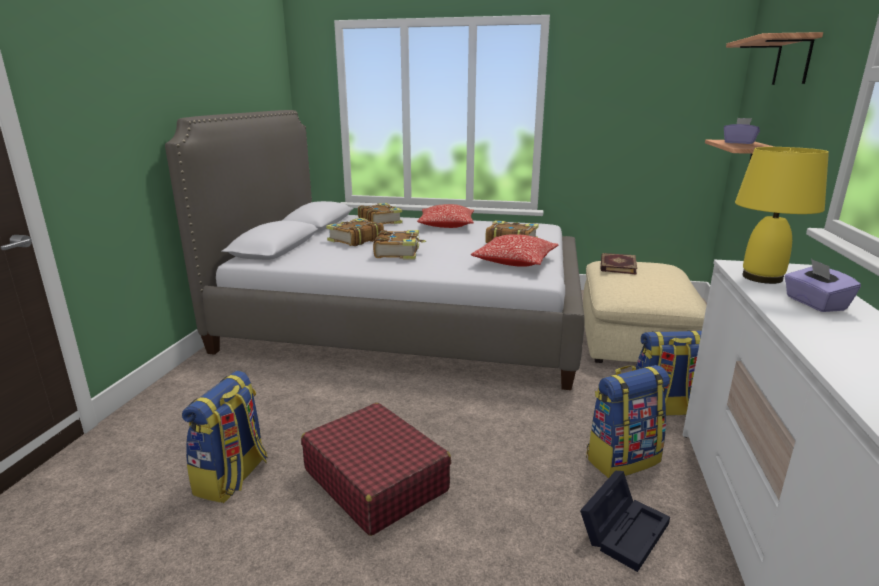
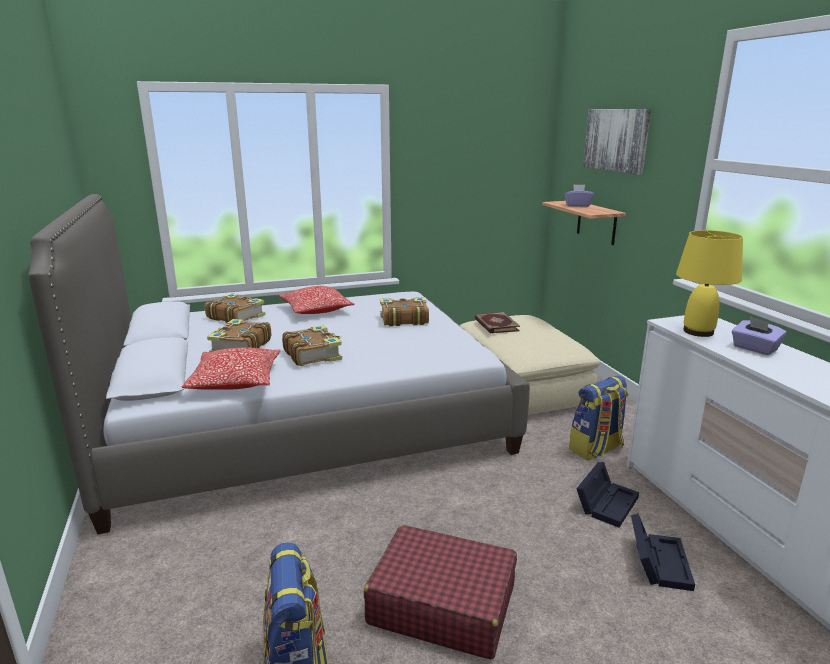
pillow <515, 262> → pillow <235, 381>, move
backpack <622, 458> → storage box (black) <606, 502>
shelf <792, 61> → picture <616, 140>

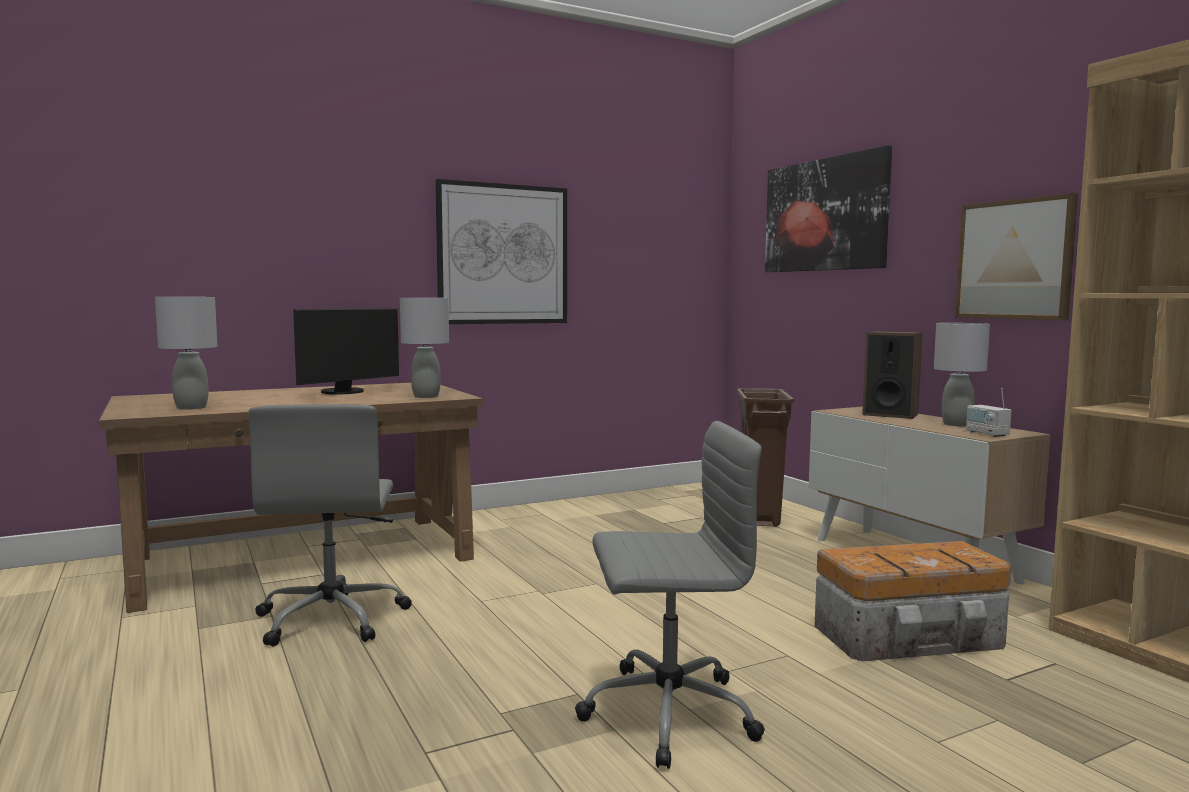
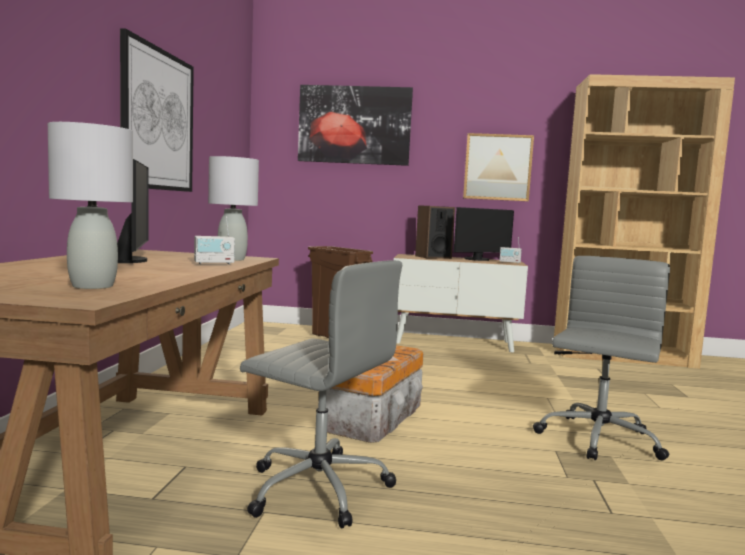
storage box <912, 637> → storage box <374, 416>, move
table lamp (grey) <957, 424> → monitor <478, 259>
- → radio <214, 263>

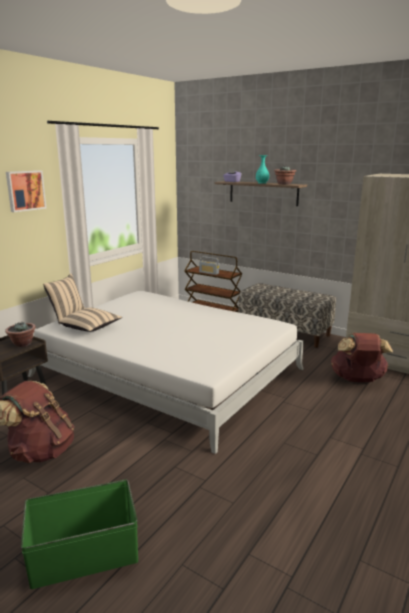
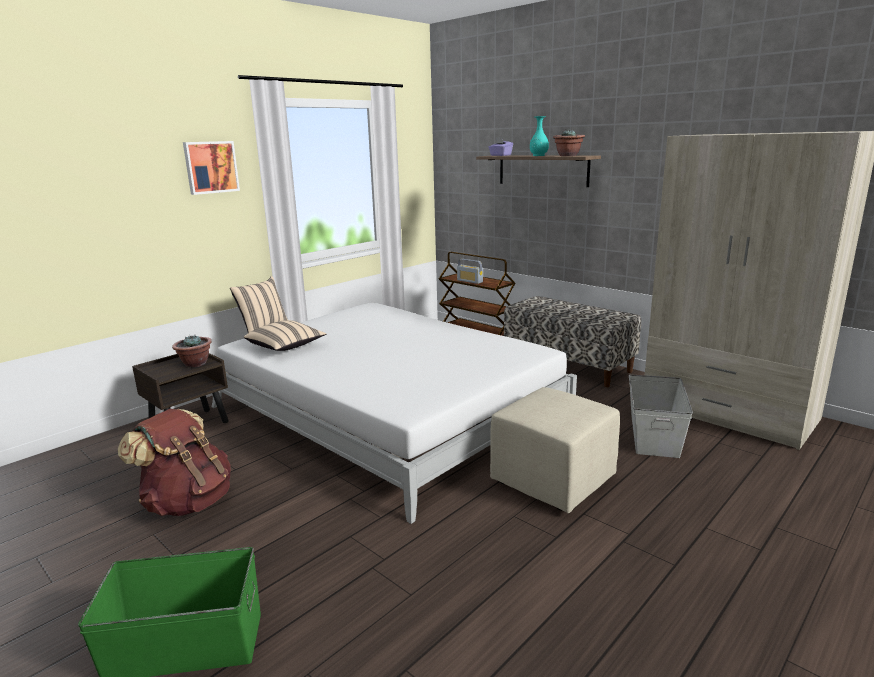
backpack (brown) <357, 380> → storage box (grey) <653, 435>
- → ottoman (beige) <553, 479>

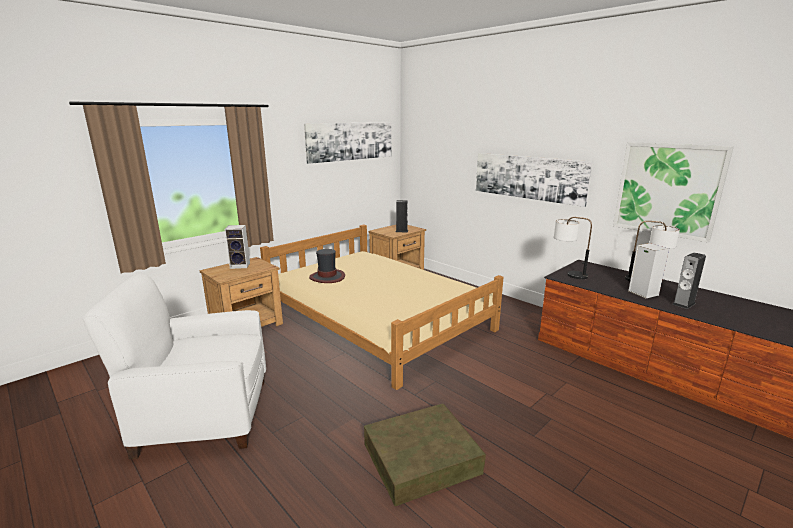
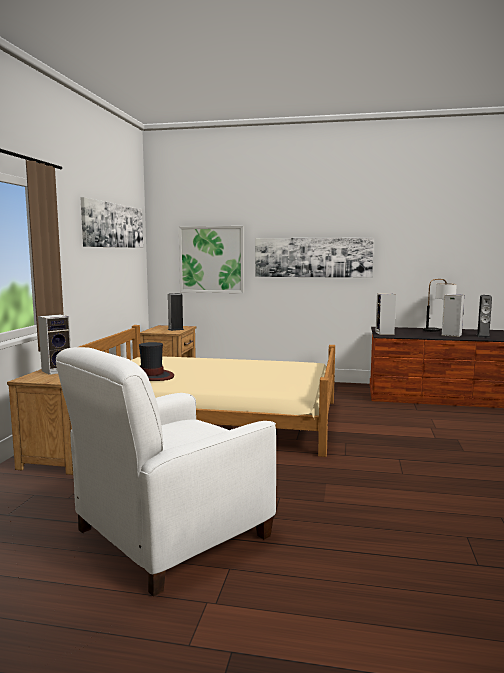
storage box (brown) <421, 458> → -
table lamp <567, 274> → speaker <385, 333>
picture <667, 190> → picture <211, 259>, move

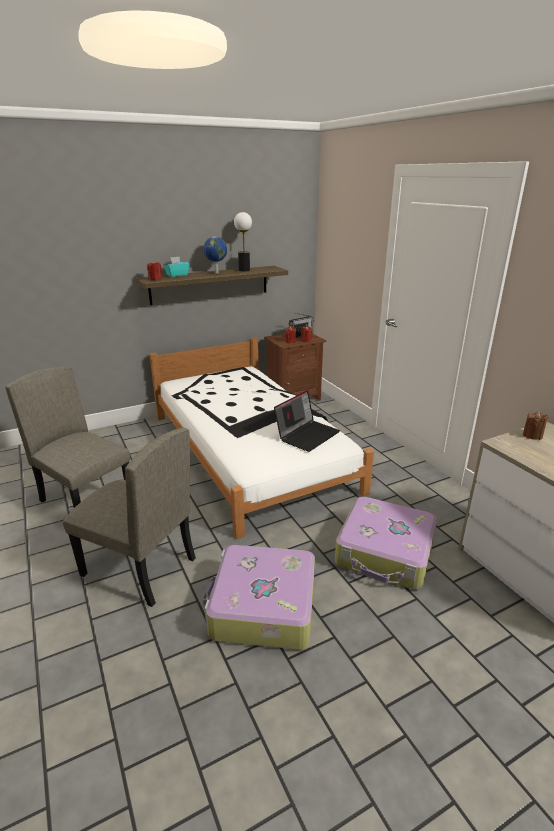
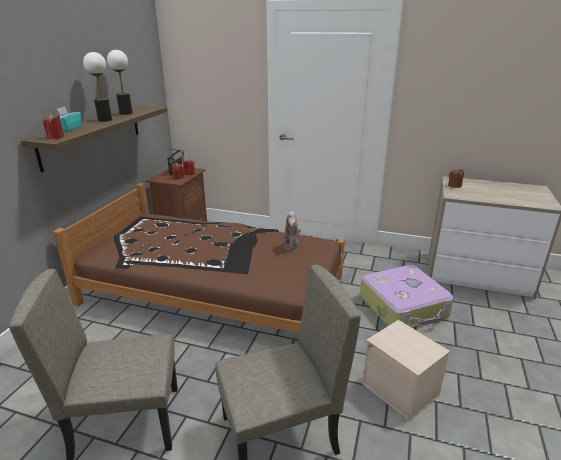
bed (white) <249, 451> → bed (brown) <214, 290>
globe <216, 273> → table lamp <105, 120>
suitcase <262, 607> → storage box (beige) <401, 389>
laptop <307, 435> → plush toy <292, 247>

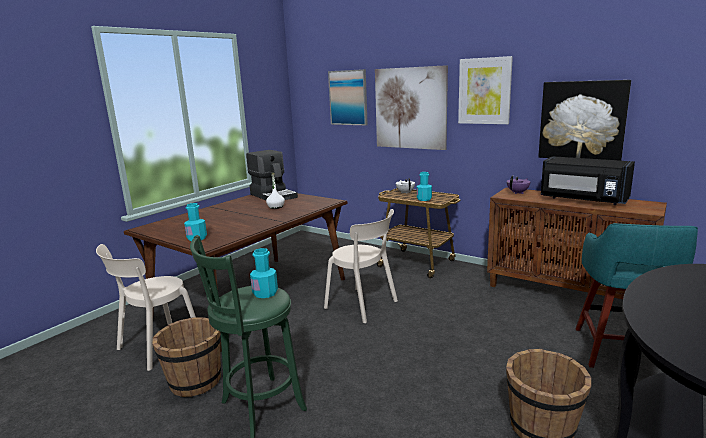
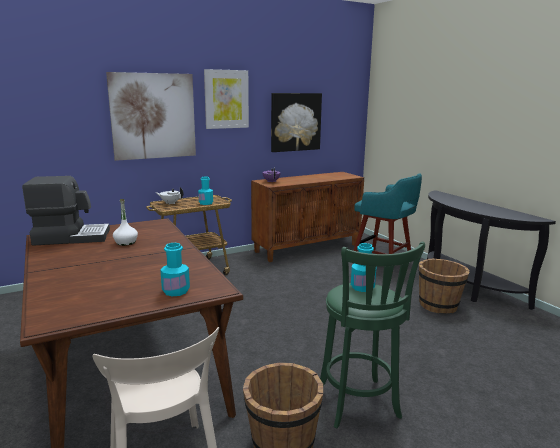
chair (beige) <363, 305> → -
picture <348, 97> → -
microwave (black) <582, 200> → -

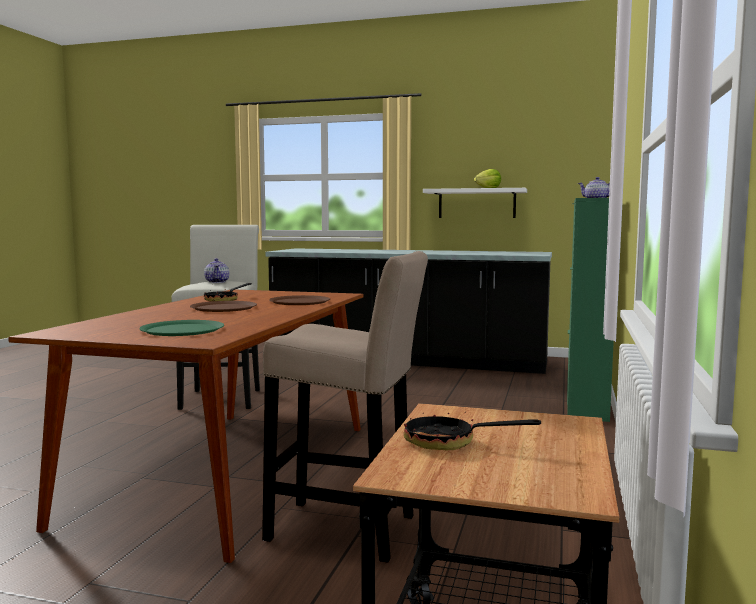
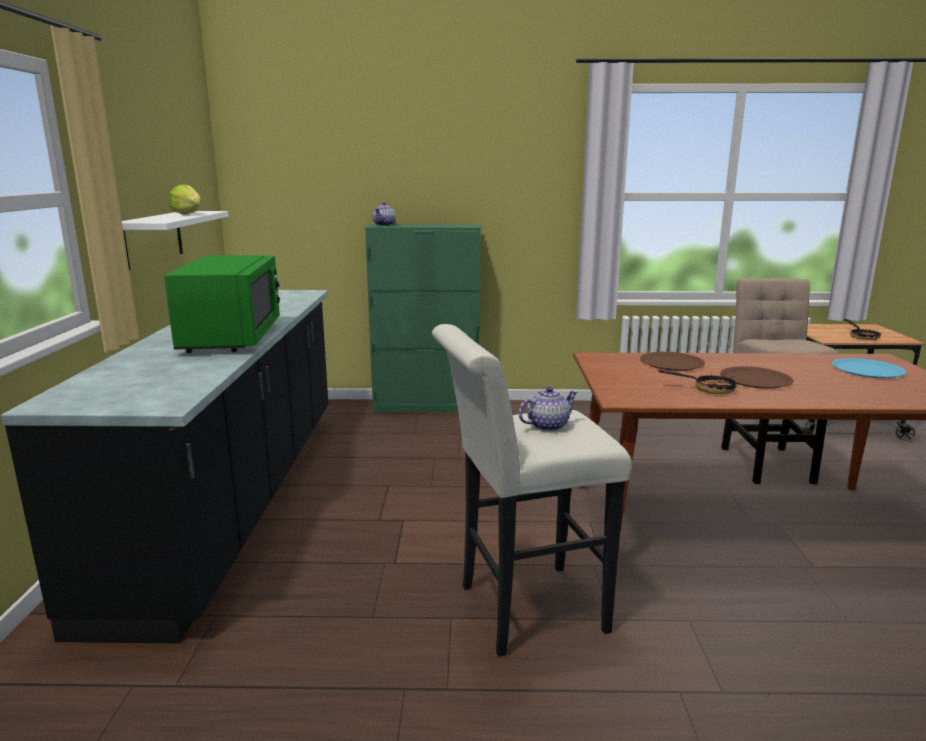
plate (green) <182, 330> → plate (blue) <867, 370>
- → microwave (green) <231, 337>

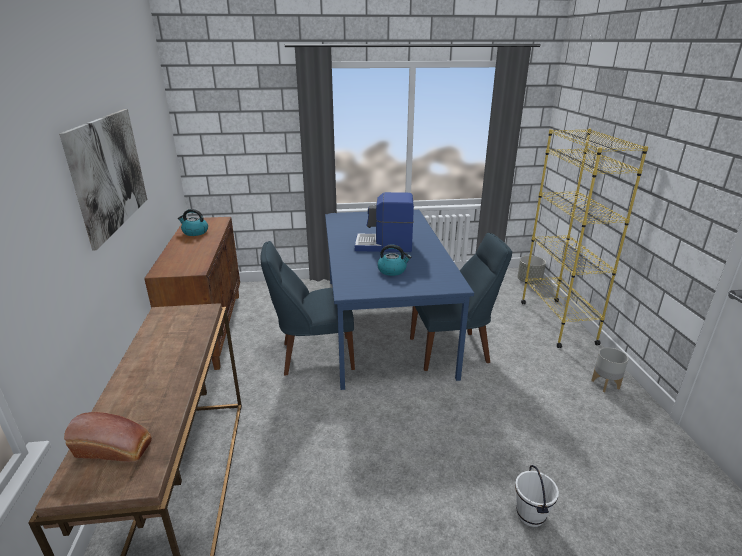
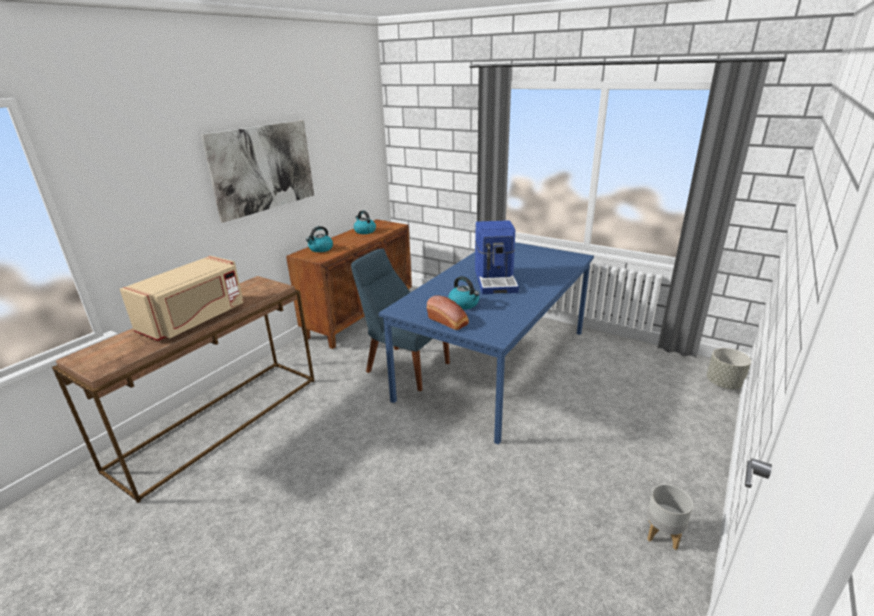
bread <116, 449> → bread <449, 322>, move
coffee machine <384, 245> → coffee machine <496, 280>, 135 degrees counterclockwise
chair (blue) <452, 350> → -
bucket (white) <531, 515> → -
bookcase (yellow) <557, 322> → -
- → microwave (beige) <195, 319>
- → kettle <320, 249>

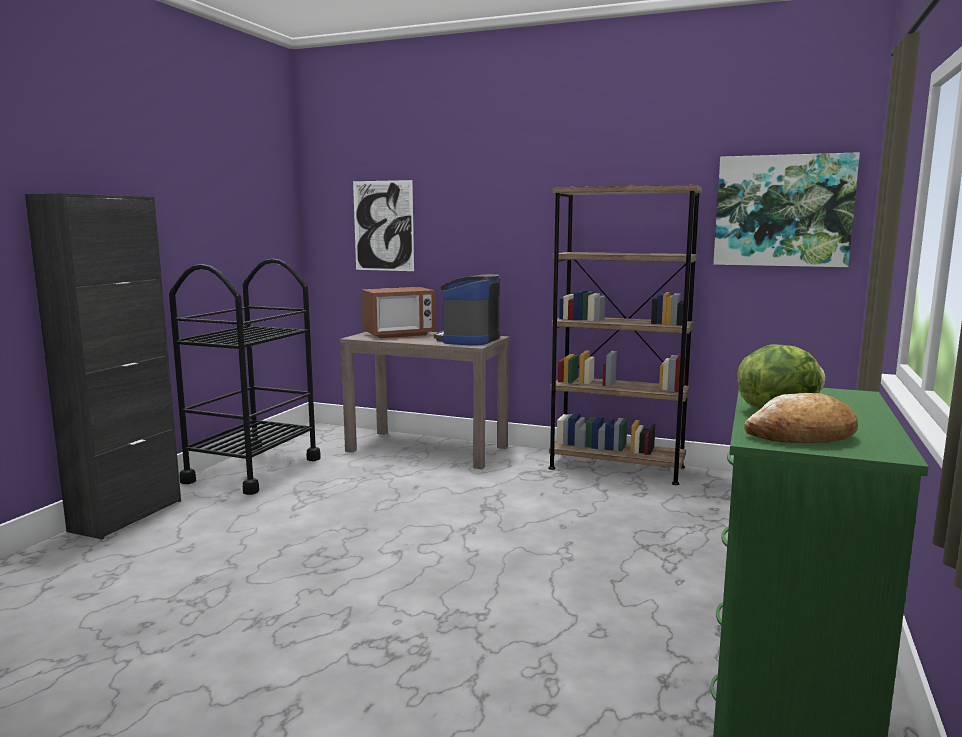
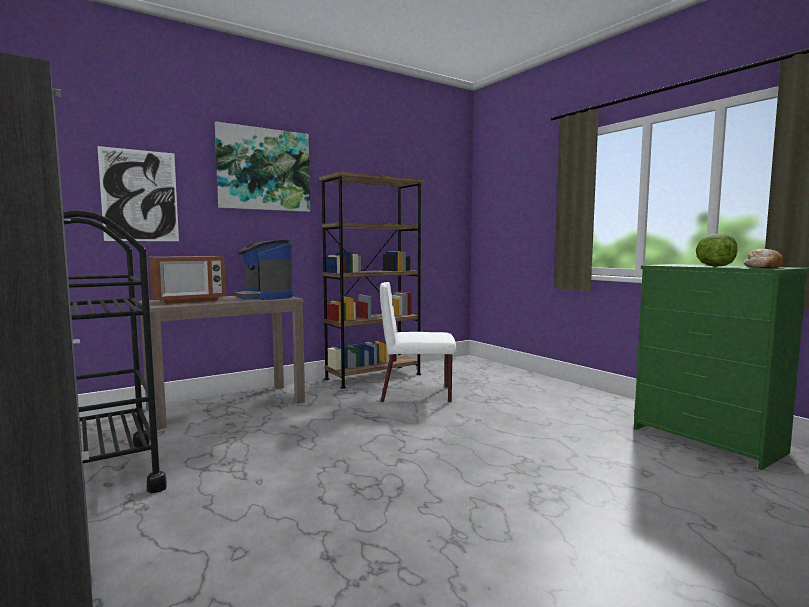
microwave <398, 334> → microwave <189, 301>, 45 degrees clockwise
picture <783, 211> → picture <264, 169>, move
- → chair (white) <417, 394>

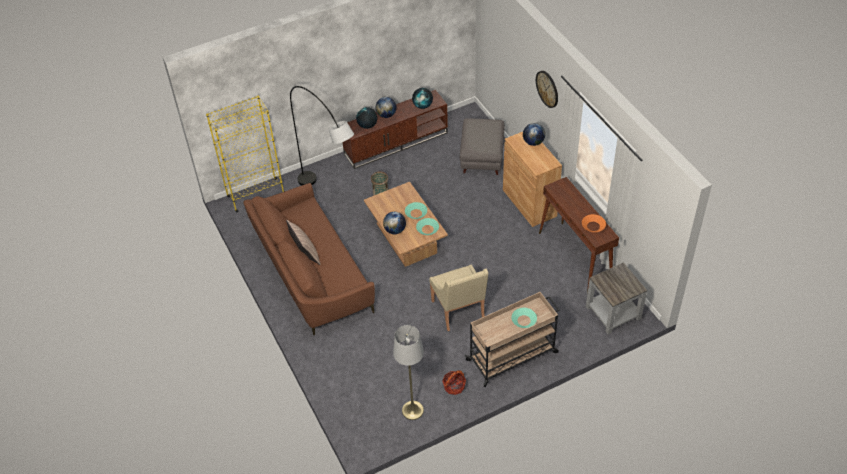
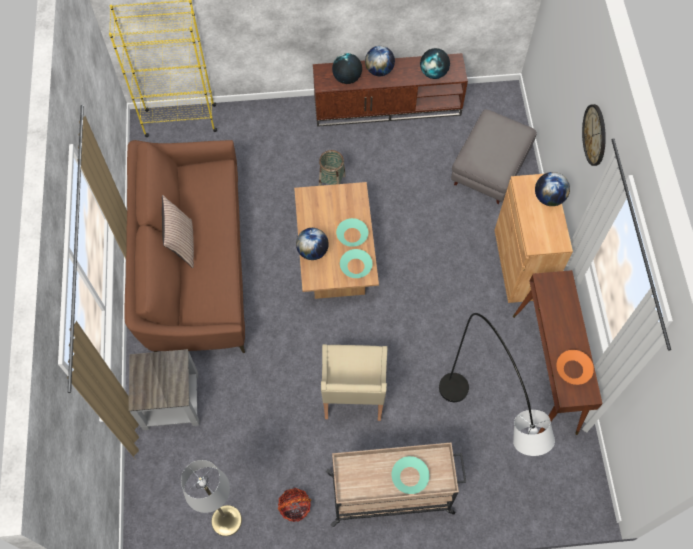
floor lamp (grey) <331, 197> → floor lamp (grey) <479, 438>, move
side table (grey) <612, 312> → side table (grey) <170, 400>, move

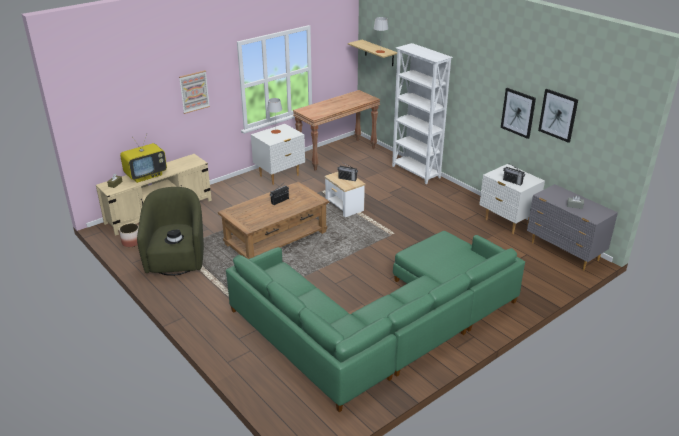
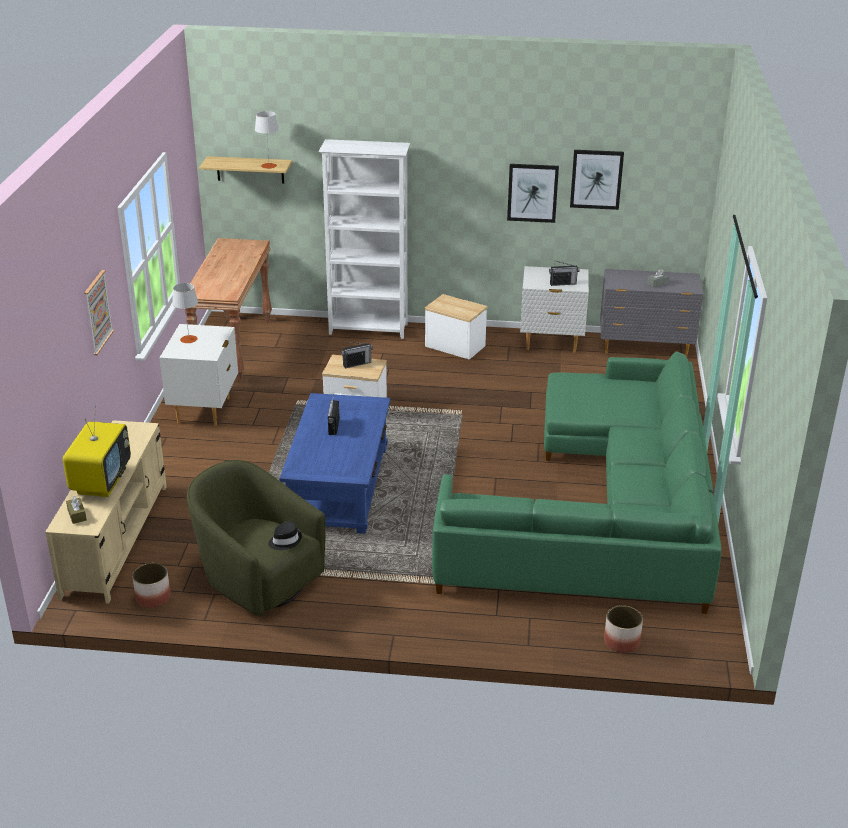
coffee table (brown) <275, 238> → coffee table (blue) <339, 487>
- → side table <455, 346>
- → planter <621, 642>

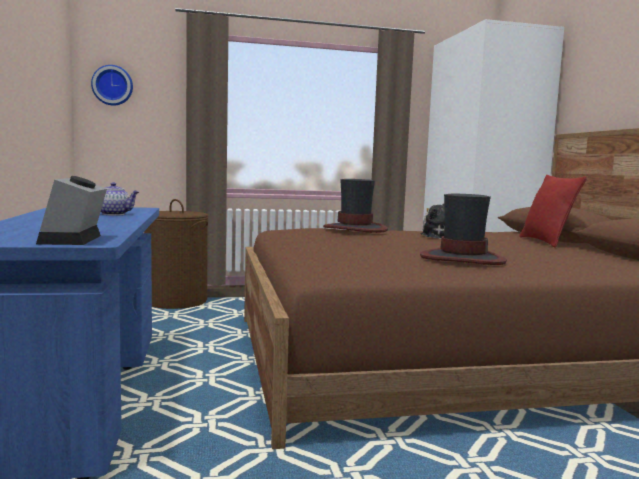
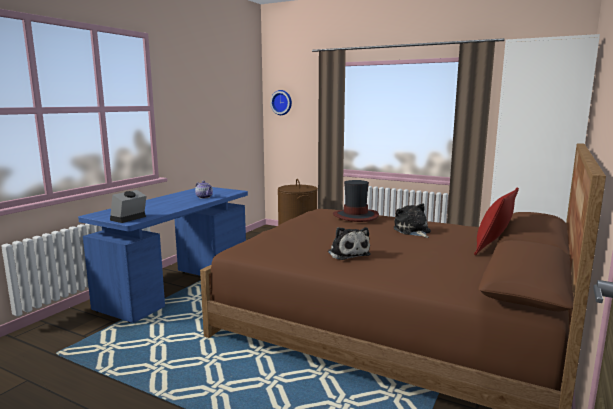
hat <461, 258> → plush toy <347, 253>

